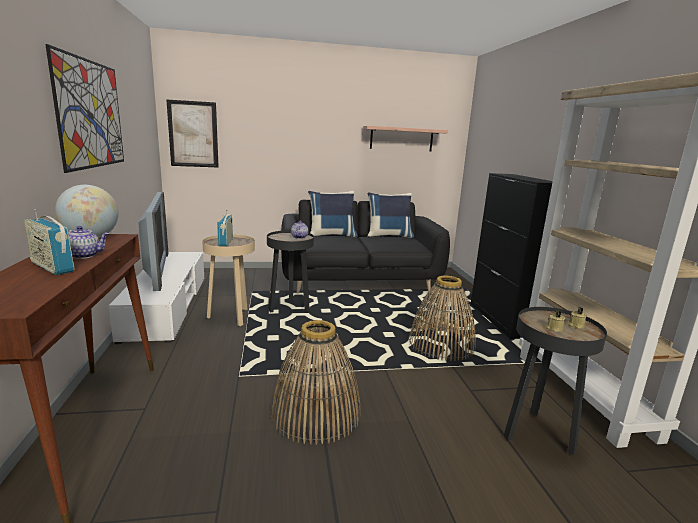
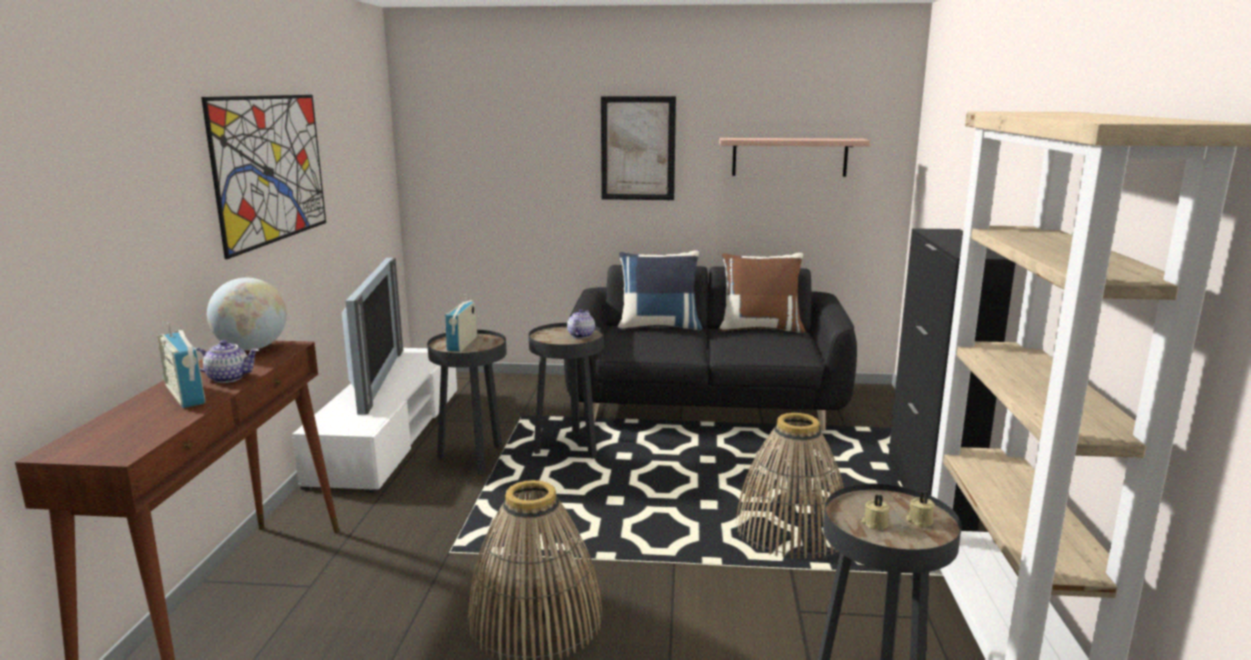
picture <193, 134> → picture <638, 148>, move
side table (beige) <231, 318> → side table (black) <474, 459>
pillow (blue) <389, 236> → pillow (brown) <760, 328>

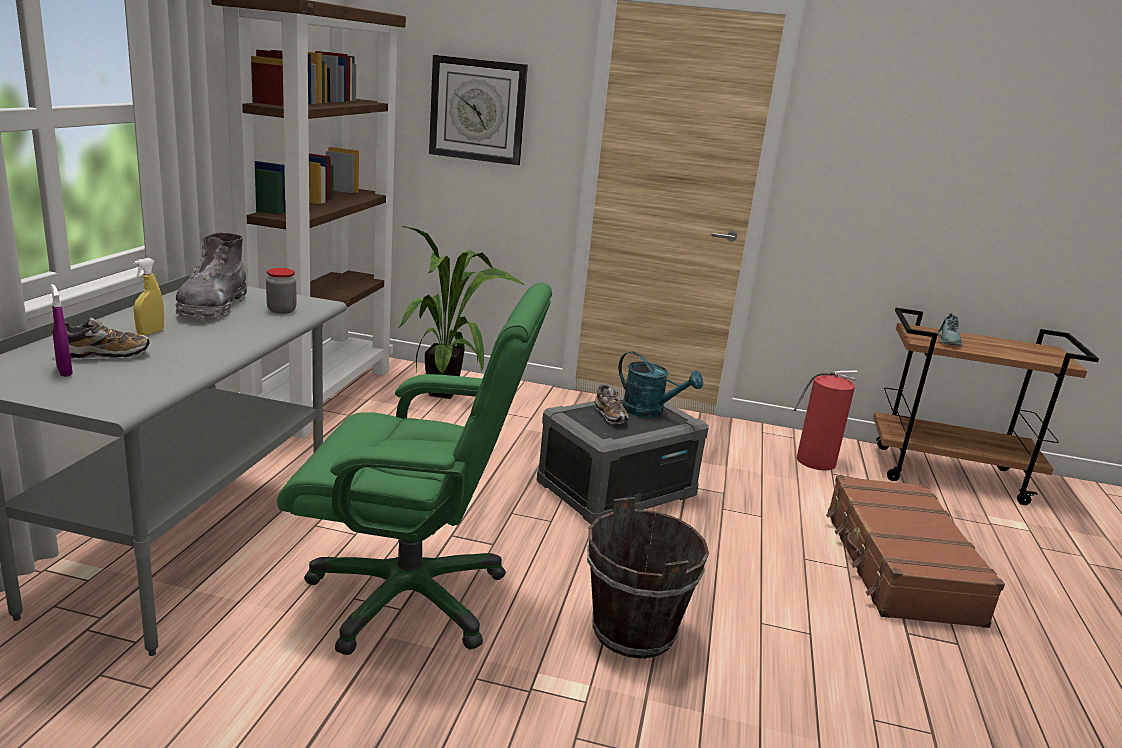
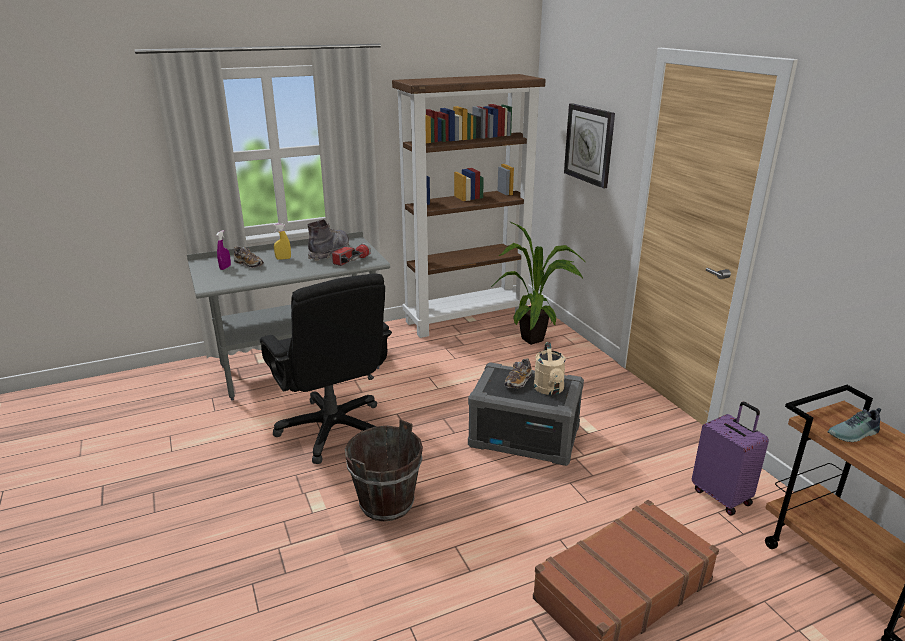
boot (grey) <213, 308> → boot (grey) <330, 252>, 150 degrees clockwise
jar <281, 310> → flashlight <352, 260>
office chair (green) <410, 596> → office chair (black) <333, 429>
watering can (turquoise) <650, 411> → watering can (beige) <549, 390>
fire extinguisher <813, 461> → suitcase (purple) <722, 496>

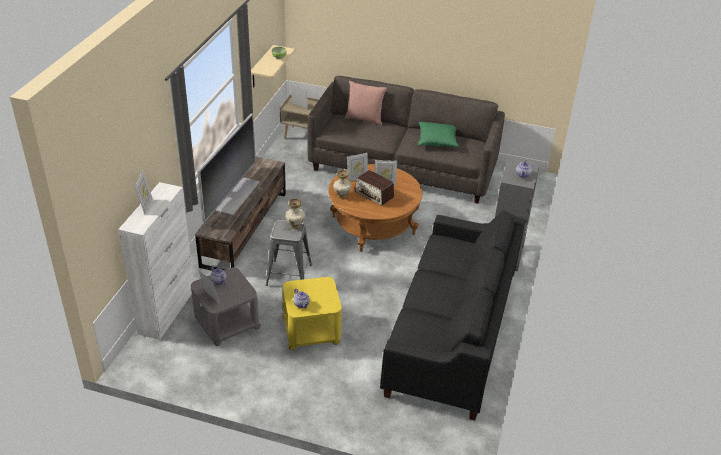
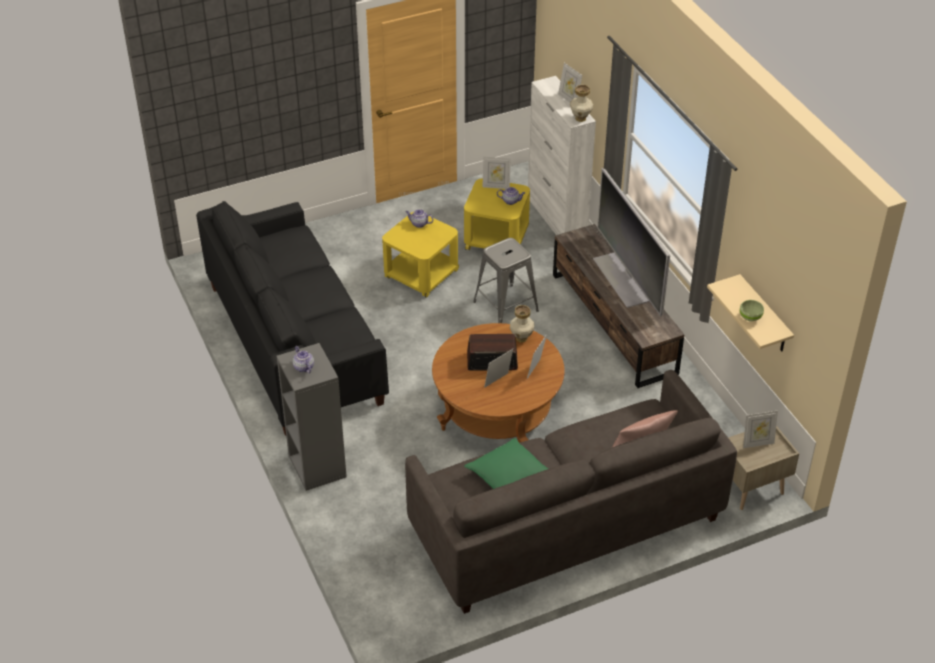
side table (grey) <226, 323> → side table (yellow) <496, 238>
vase <295, 225> → vase <581, 118>, move

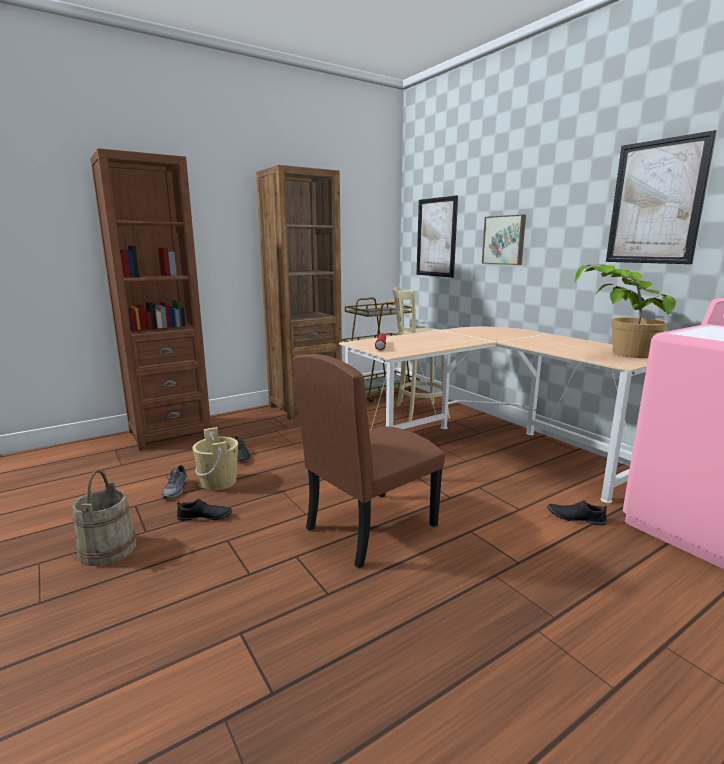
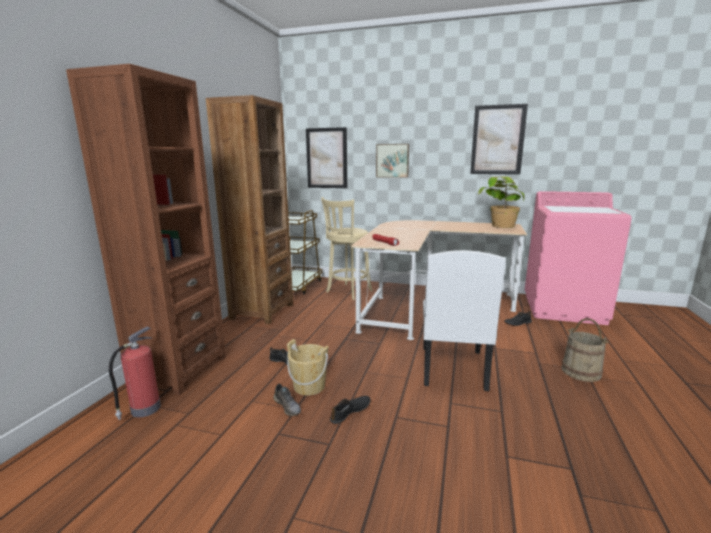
bucket (beige) <108, 549> → bucket (beige) <581, 372>, move
chair (brown) <371, 526> → chair (white) <452, 367>
- → fire extinguisher <144, 409>

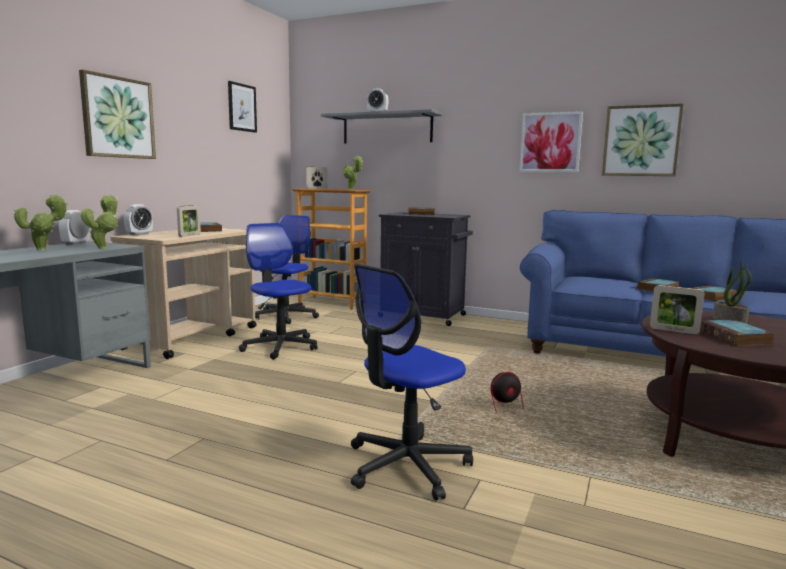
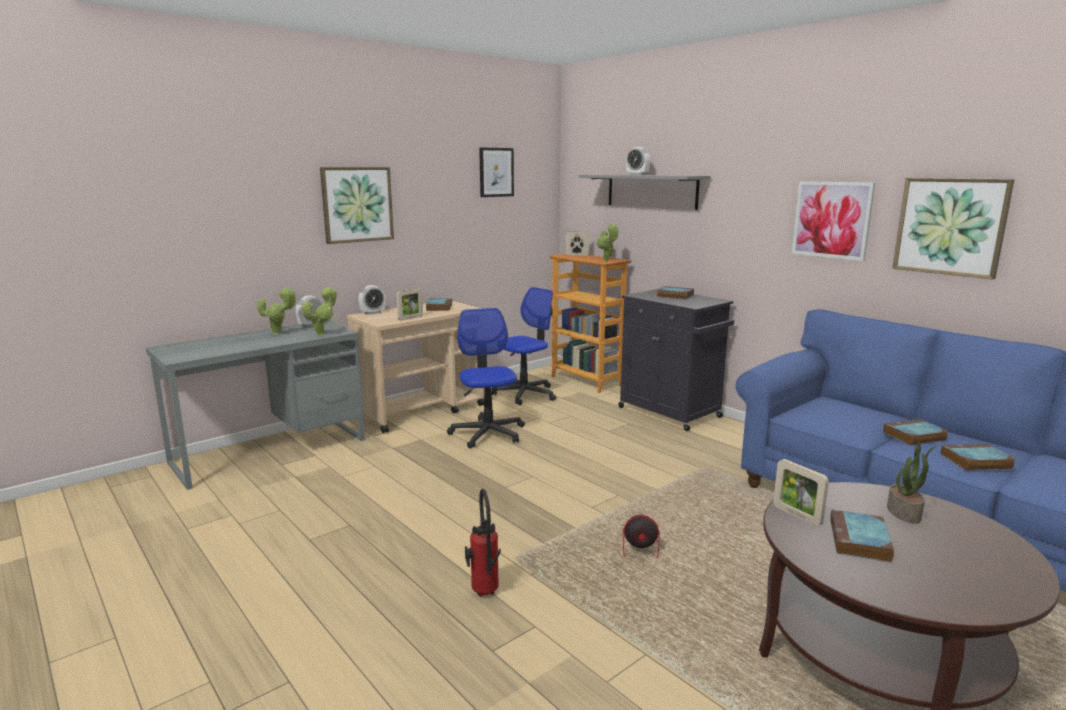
office chair <406, 465> → fire extinguisher <484, 594>

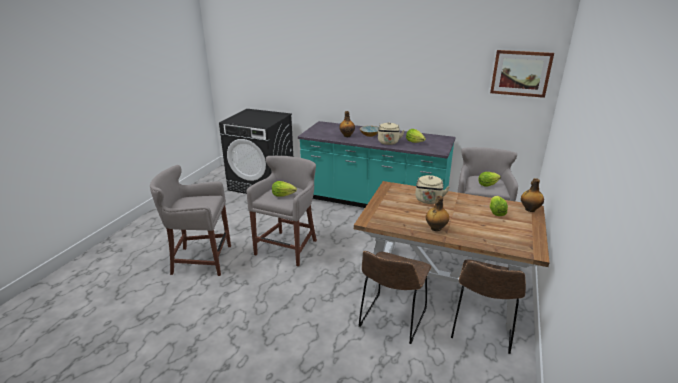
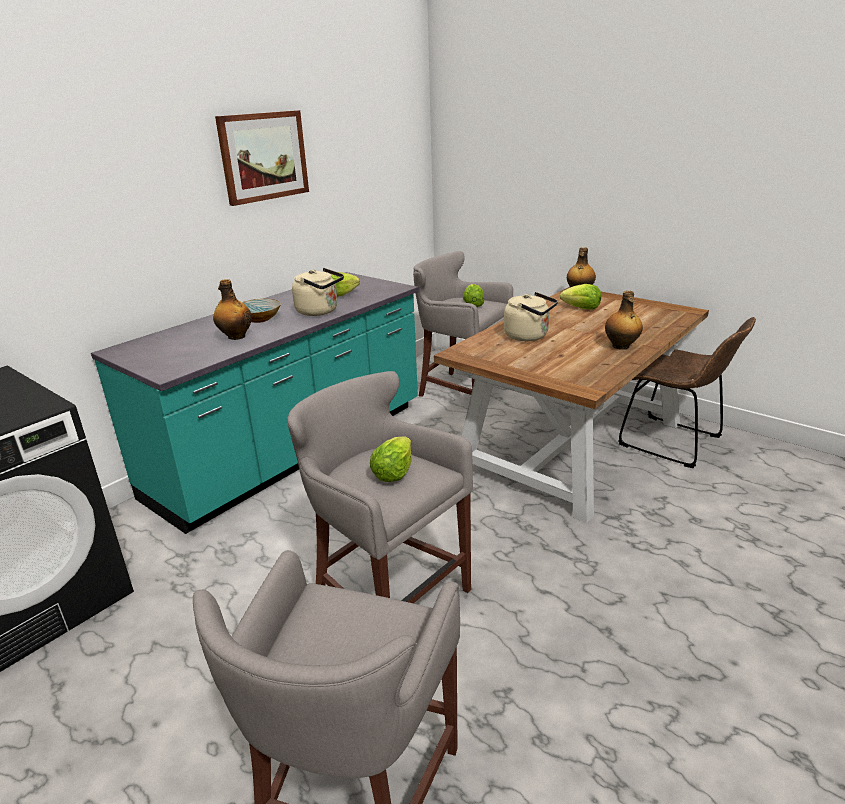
chair (brown) <391, 320> → -
picture <520, 73> → picture <263, 156>, move

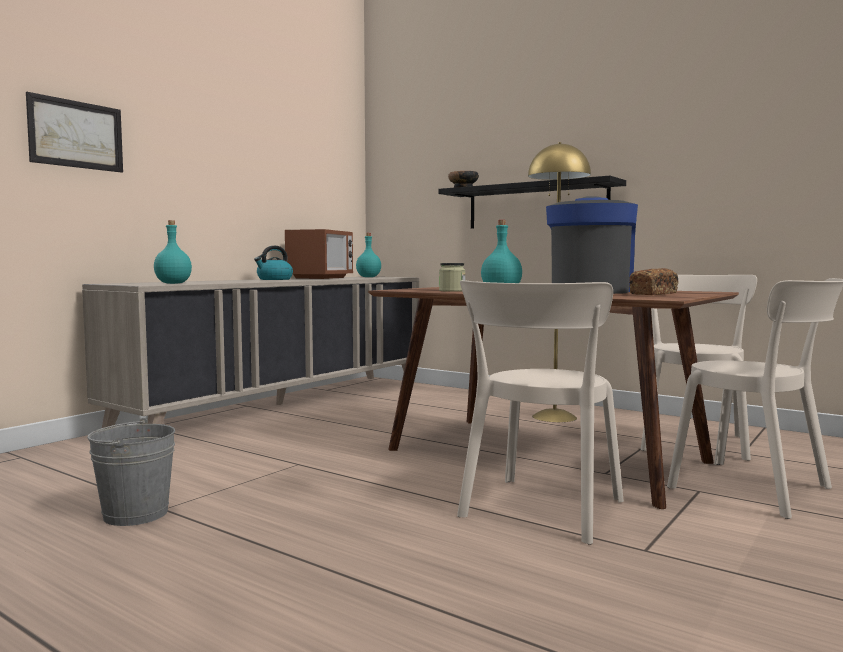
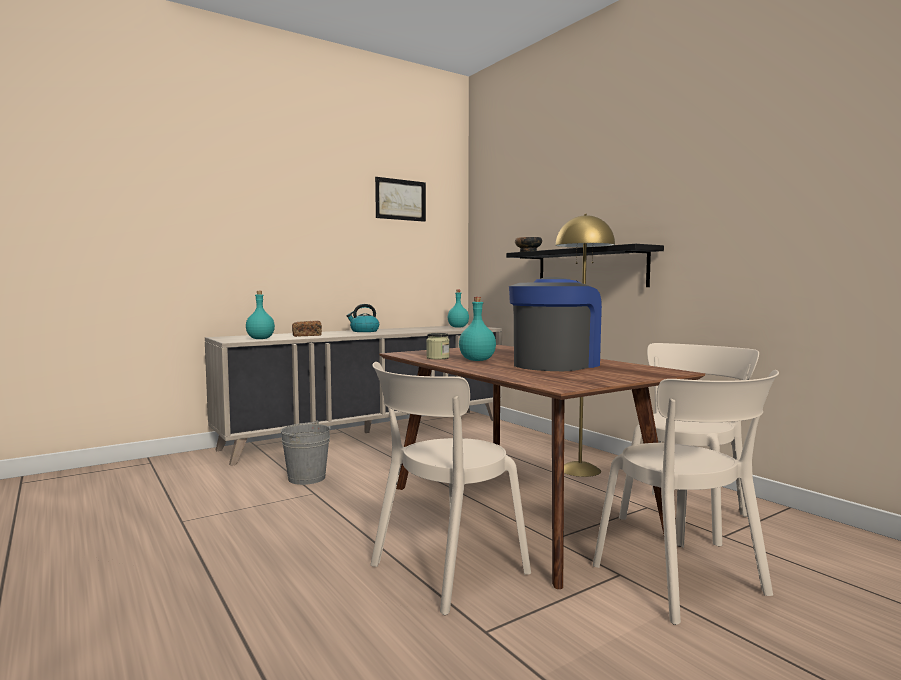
picture <76, 134> → picture <400, 199>, move
bucket (grey) <136, 514> → bucket (grey) <307, 478>, move
microwave <321, 278> → -
bread <653, 294> → bread <307, 335>, move

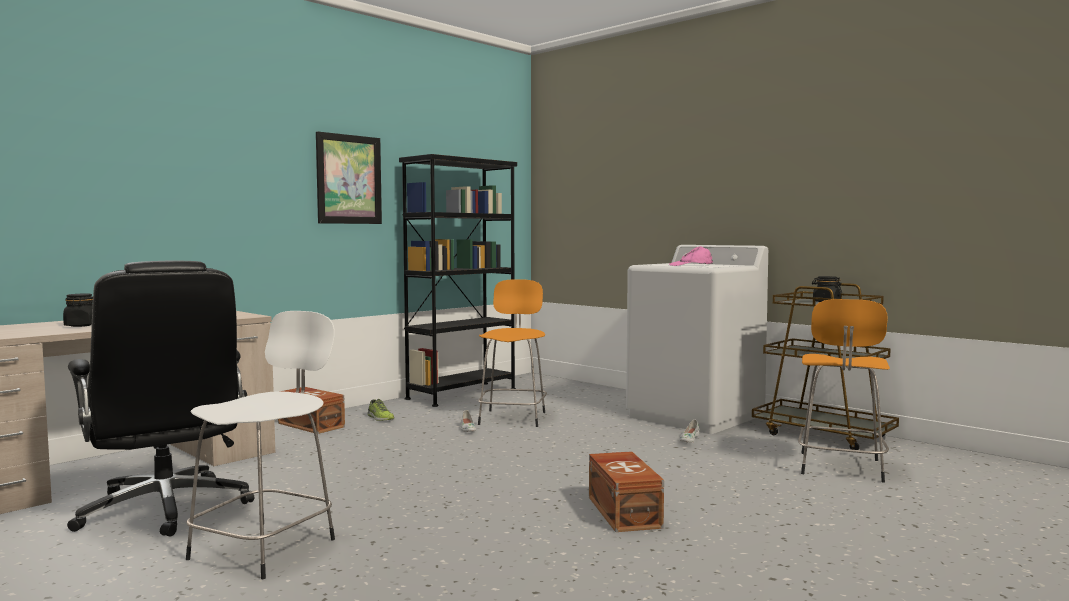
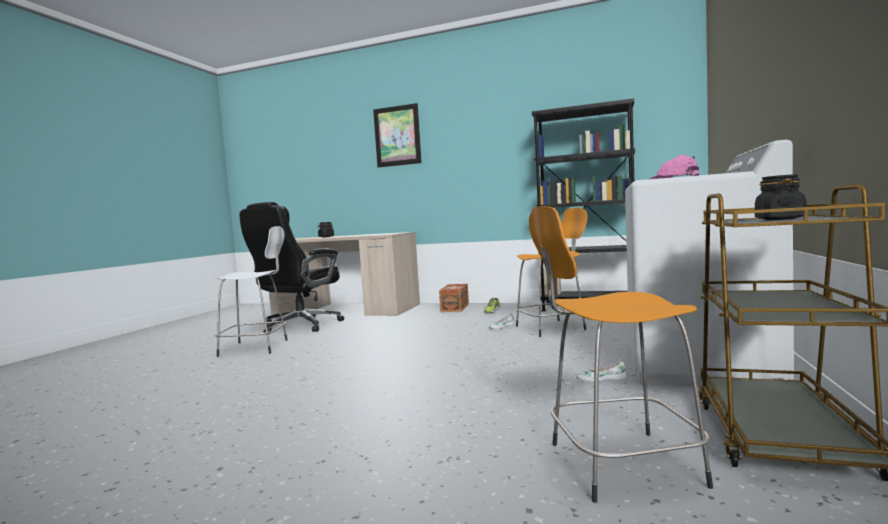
picture <349, 179> → picture <397, 136>, move
storage box (brown) <625, 511> → -

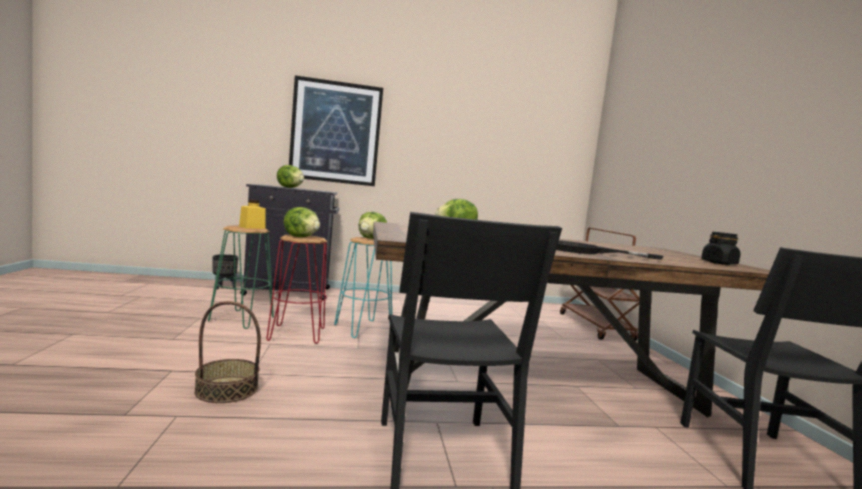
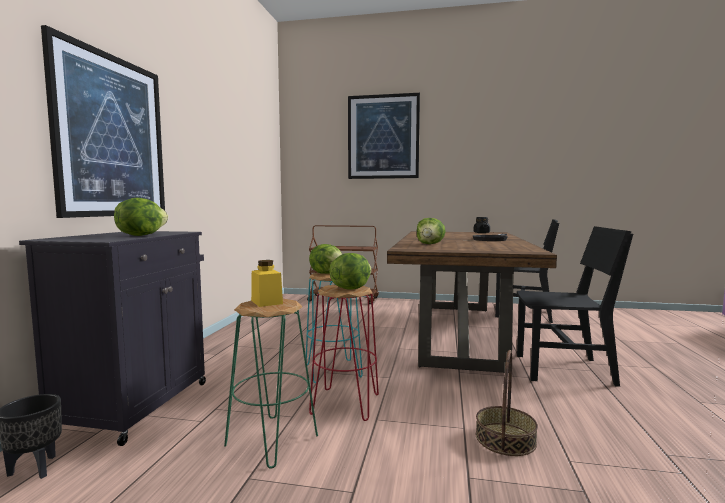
- → picture <383, 137>

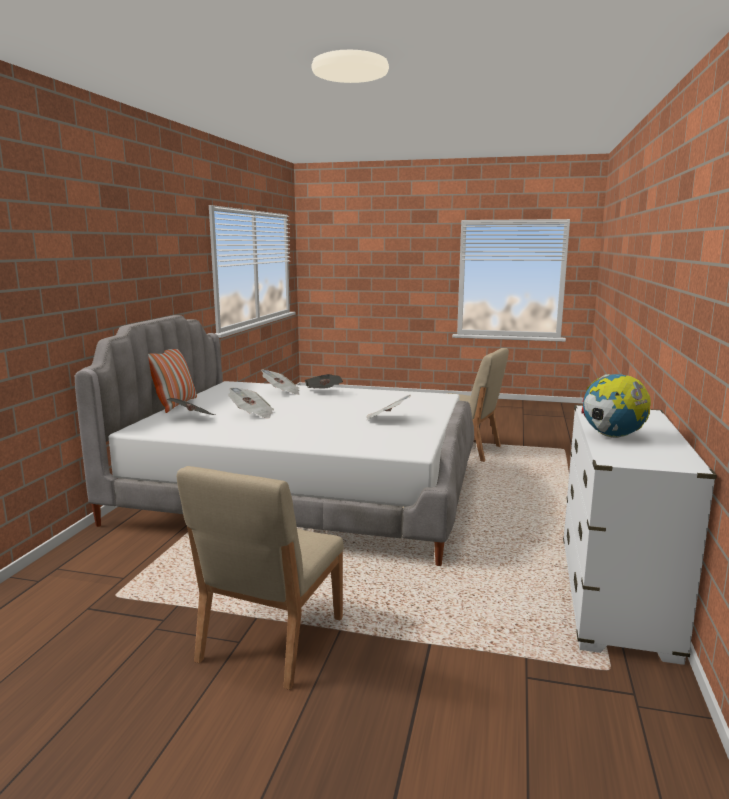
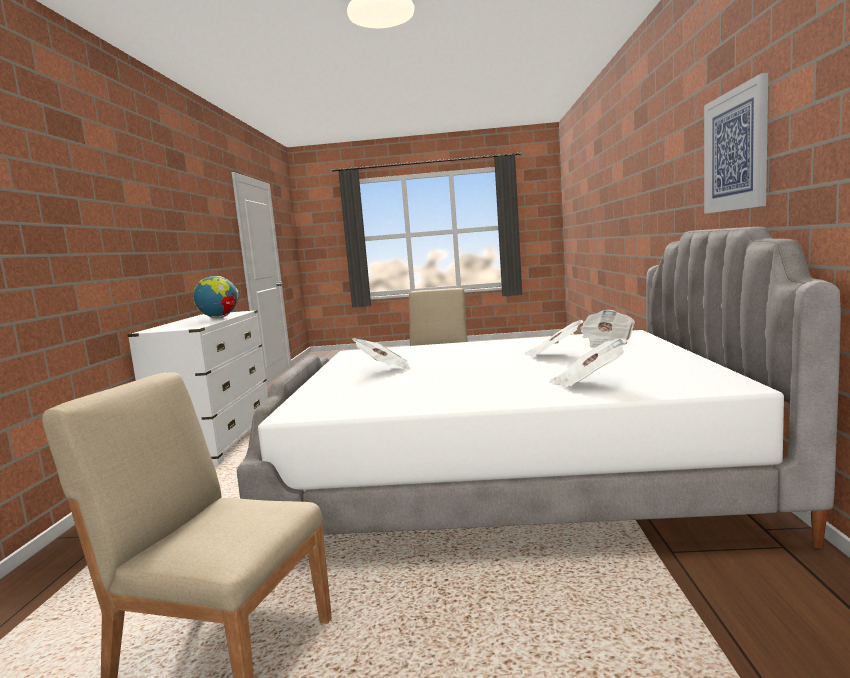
pillow <175, 405> → -
newspaper <324, 392> → -
- → picture <735, 151>

